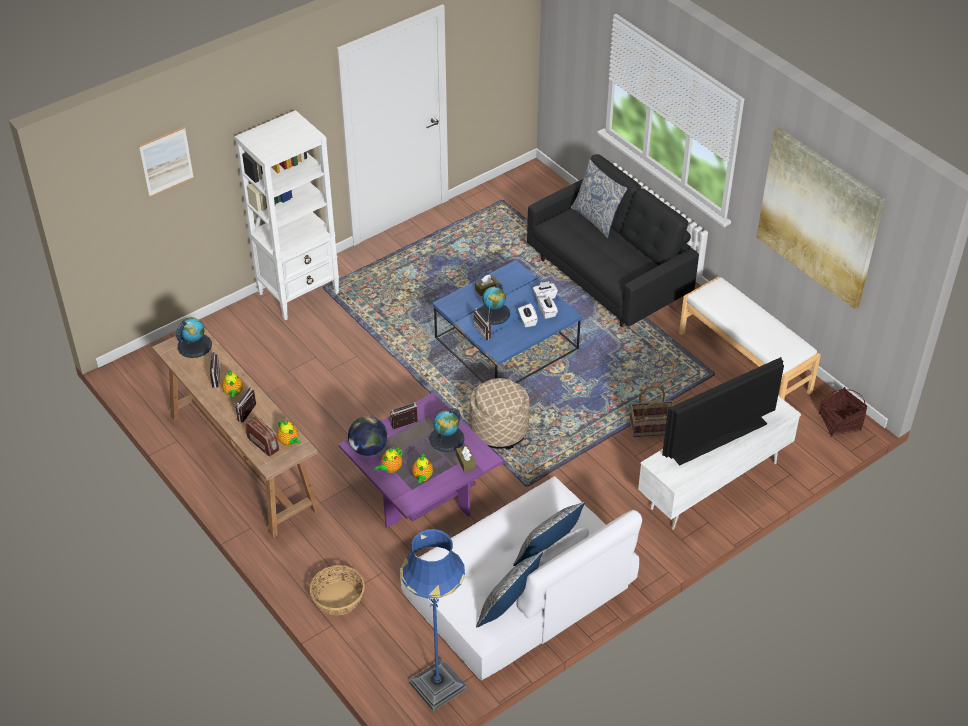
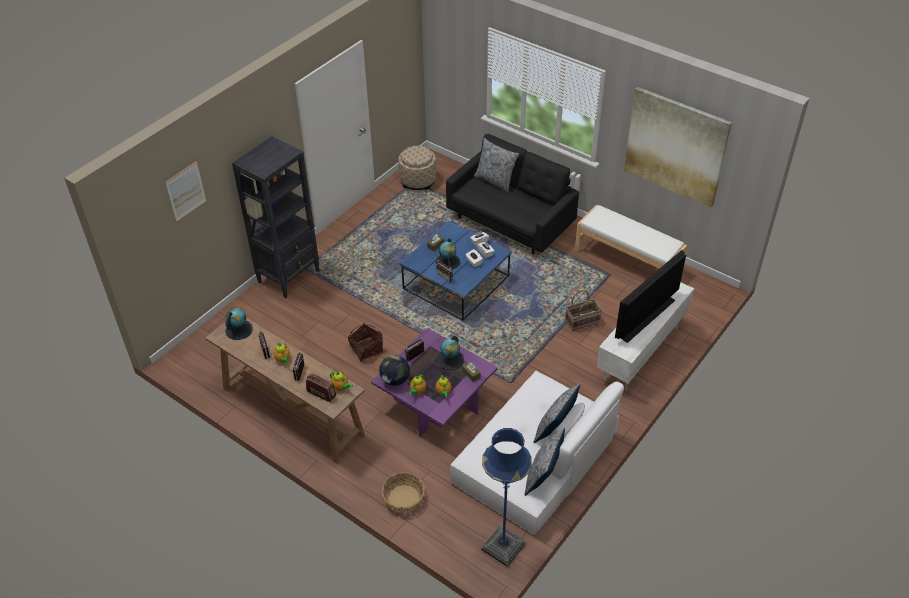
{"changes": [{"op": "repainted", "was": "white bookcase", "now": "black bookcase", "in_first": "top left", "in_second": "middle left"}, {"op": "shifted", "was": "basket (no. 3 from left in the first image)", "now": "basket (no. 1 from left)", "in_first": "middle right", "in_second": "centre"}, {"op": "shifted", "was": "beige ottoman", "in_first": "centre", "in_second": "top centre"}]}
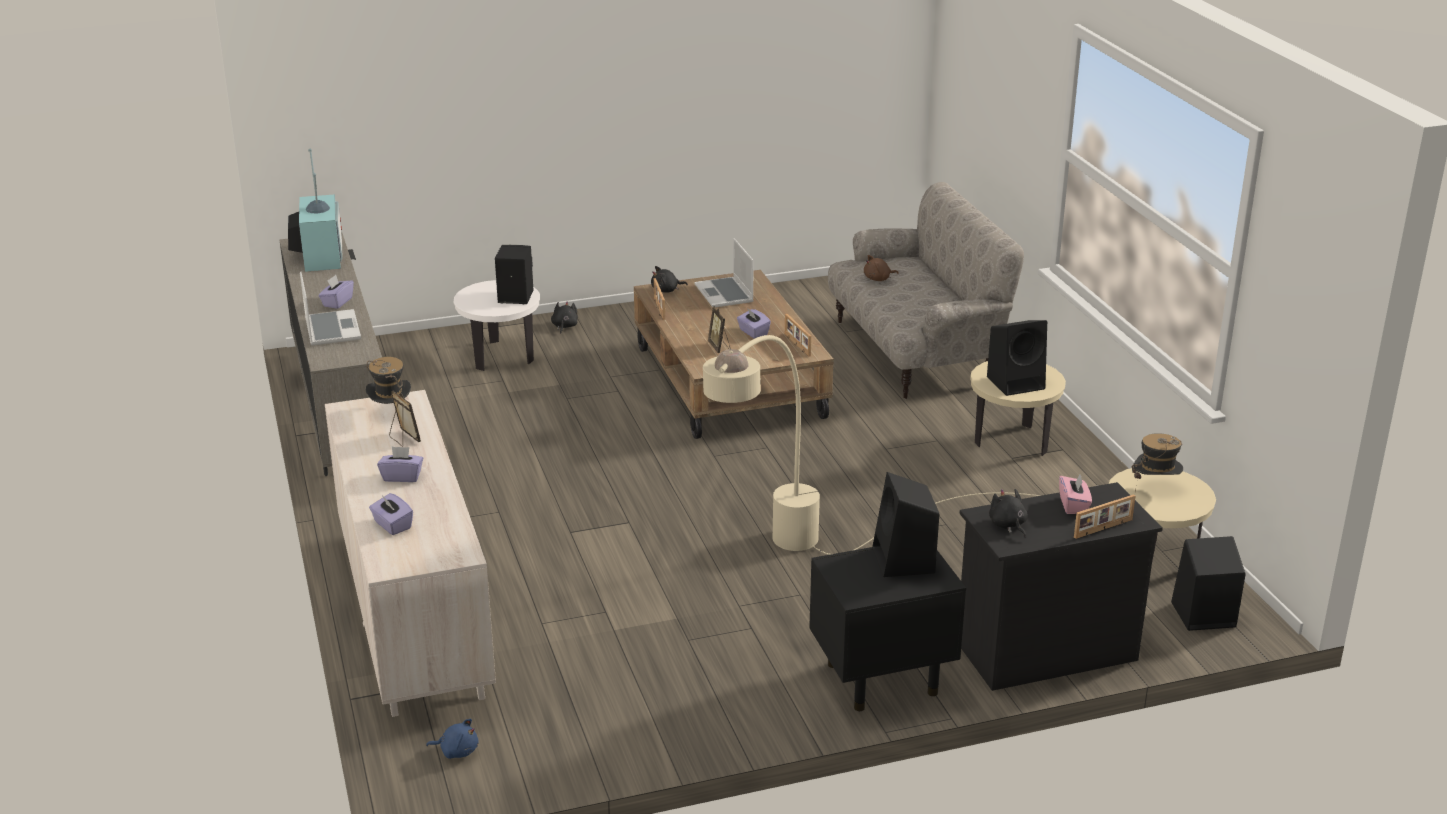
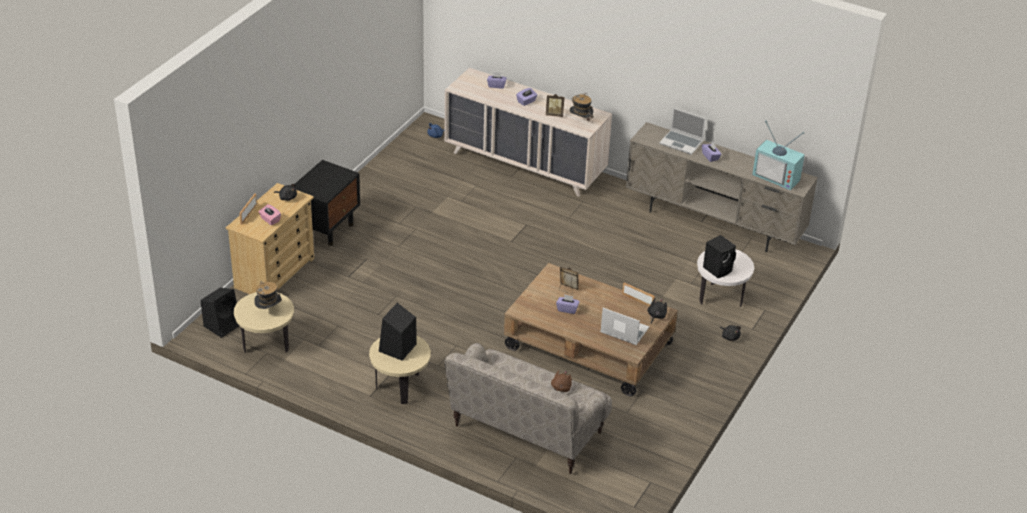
{"changes": [{"op": "repainted", "was": "black dresser", "now": "beige dresser (no. 1 from left)", "in_first": "bottom right", "in_second": "middle left"}, {"op": "gone", "was": "beige floor lamp", "in_first": "centre"}, {"op": "gone", "was": "picture frame (no. 4 from left)", "in_first": "centre"}, {"op": "gone", "was": "black speaker (no. 2 from left)", "in_first": "centre"}]}
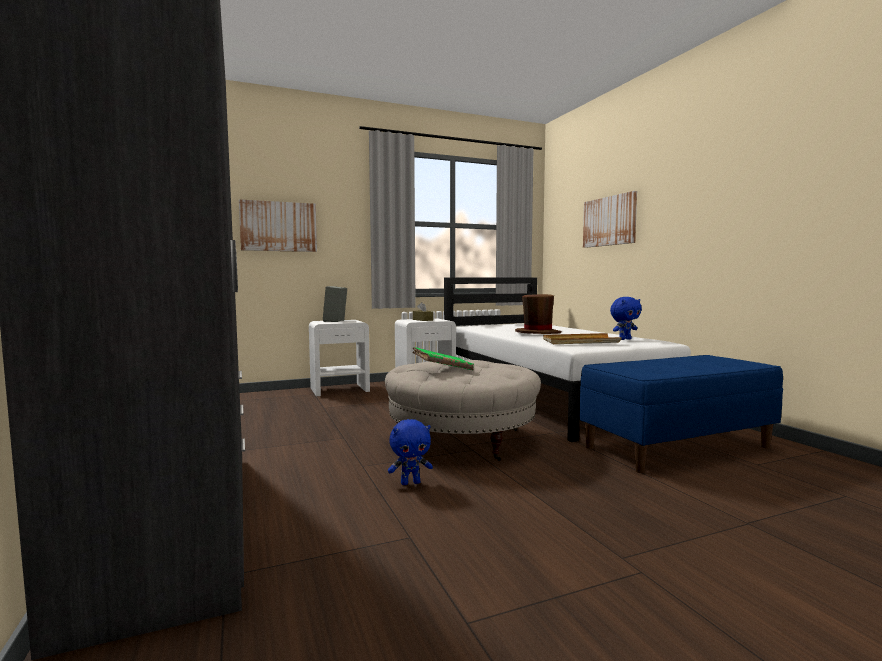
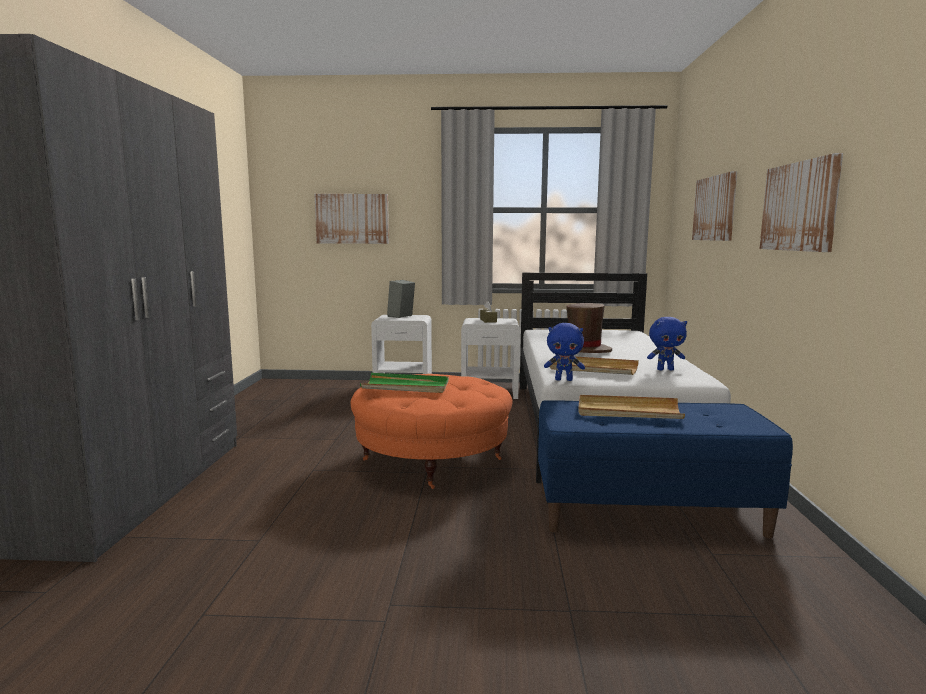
{"changes": [{"op": "repainted", "was": "beige ottoman", "now": "orange ottoman", "in_first": "centre", "in_second": "centre"}, {"op": "swapped", "was": "green book", "now": "green tray", "in_first": "centre", "in_second": "centre"}, {"op": "shifted", "was": "blue plush toy (no. 1 from left)", "in_first": "bottom centre", "in_second": "centre"}, {"op": "new", "now": "beige tray (no. 2 from left)", "in_second": "middle right"}, {"op": "new", "now": "picture (no. 3 from left)", "in_second": "top right"}]}
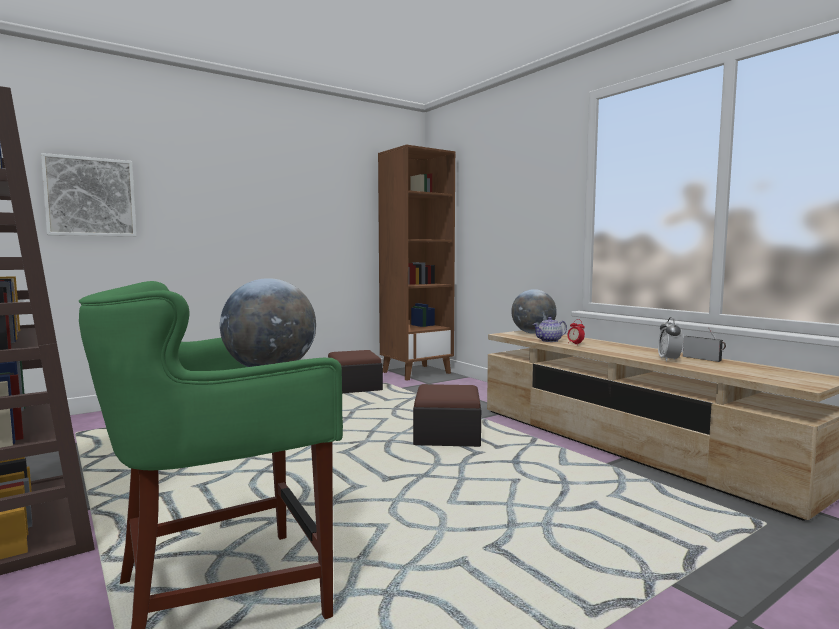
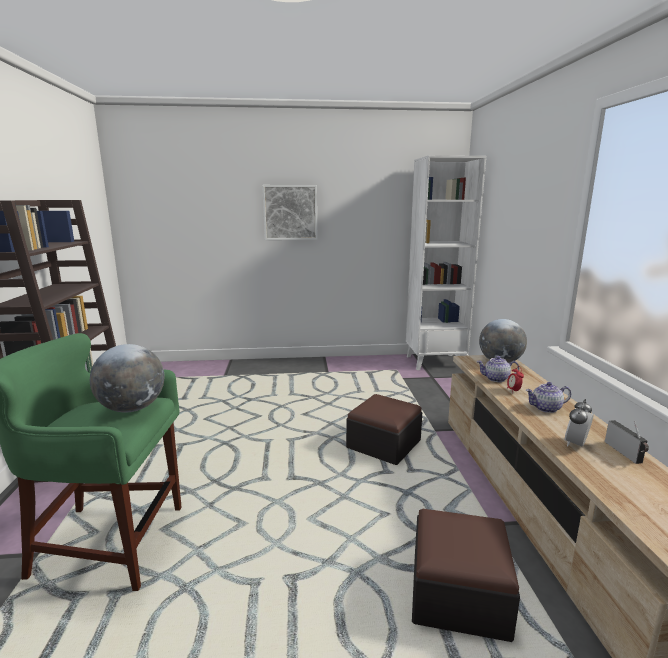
{"changes": [{"op": "shifted", "was": "picture", "in_first": "top left", "in_second": "top centre"}, {"op": "repainted", "was": "brown bookcase (no. 2 from left)", "now": "white bookcase", "in_first": "centre", "in_second": "middle right"}, {"op": "shifted", "was": "ottoman (no. 1 from left in the first image)", "now": "ottoman (no. 2 from left)", "in_first": "centre", "in_second": "bottom right"}, {"op": "new", "now": "teapot (no. 2 from left)", "in_second": "middle right"}]}
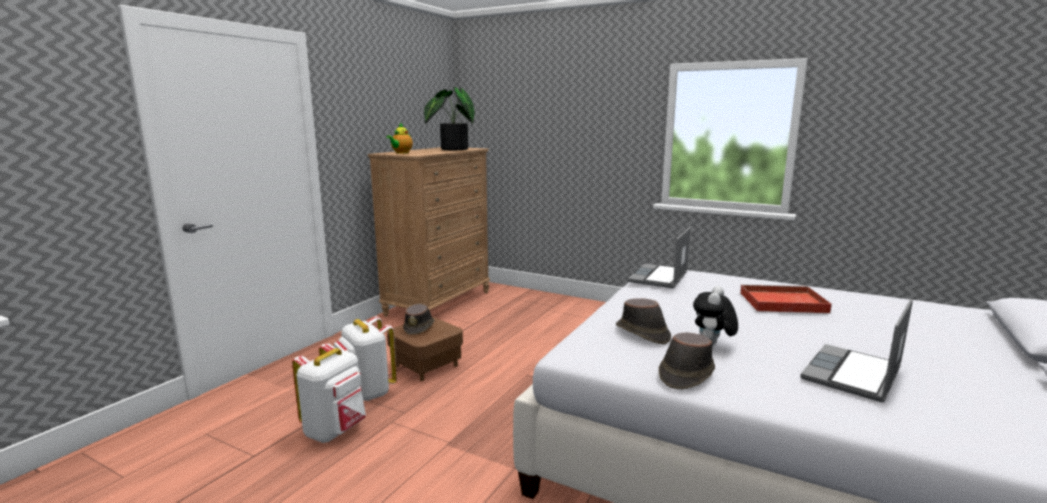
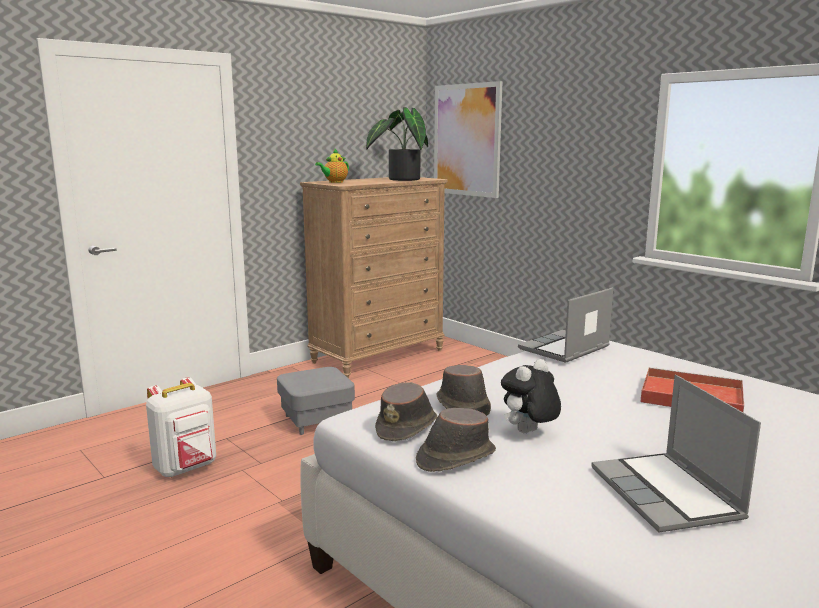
{"changes": [{"op": "repainted", "was": "brown ottoman", "now": "grey ottoman", "in_first": "bottom centre", "in_second": "centre"}, {"op": "shifted", "was": "brown hat (no. 1 from left)", "in_first": "centre", "in_second": "bottom centre"}, {"op": "new", "now": "picture", "in_second": "top centre"}, {"op": "rotated", "was": "laptop (no. 2 from left)", "in_first": "bottom right", "in_second": "bottom right", "clockwise": -75}, {"op": "gone", "was": "white backpack (no. 2 from left)", "in_first": "bottom centre"}]}
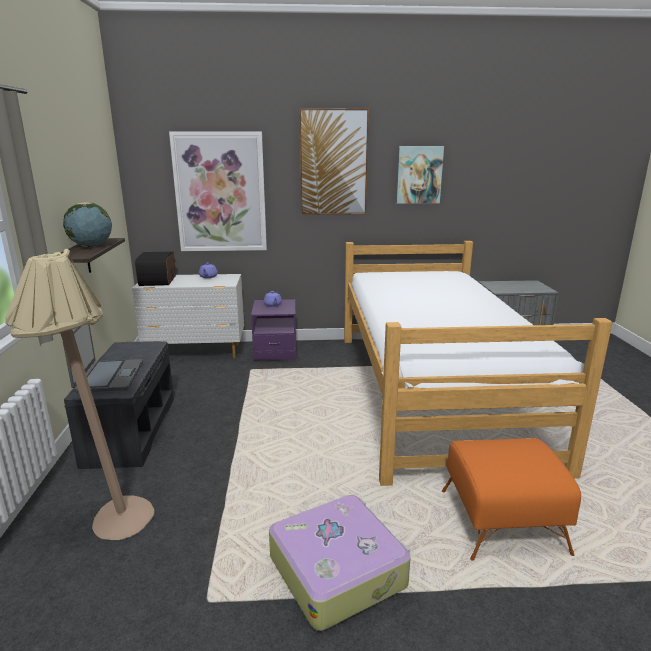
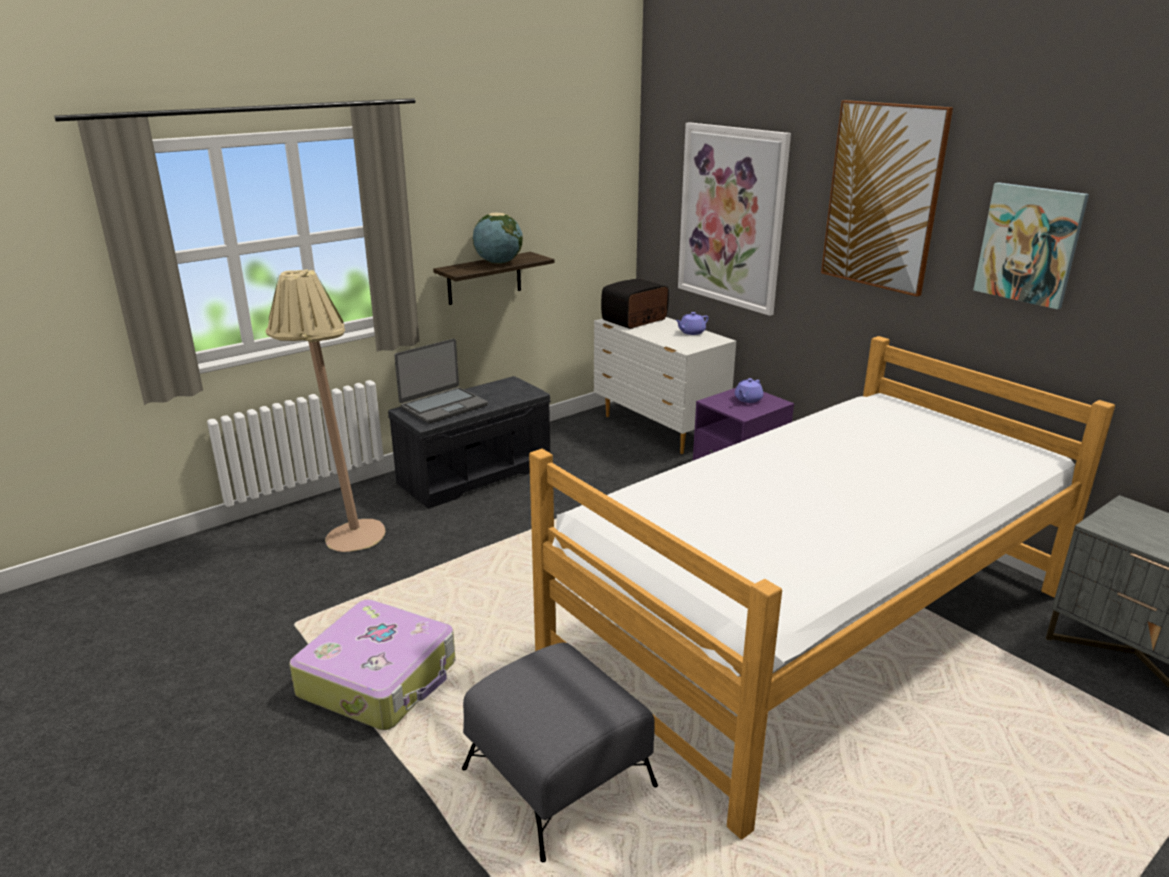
{"changes": [{"op": "repainted", "was": "orange ottoman", "now": "grey ottoman", "in_first": "bottom right", "in_second": "bottom centre"}]}
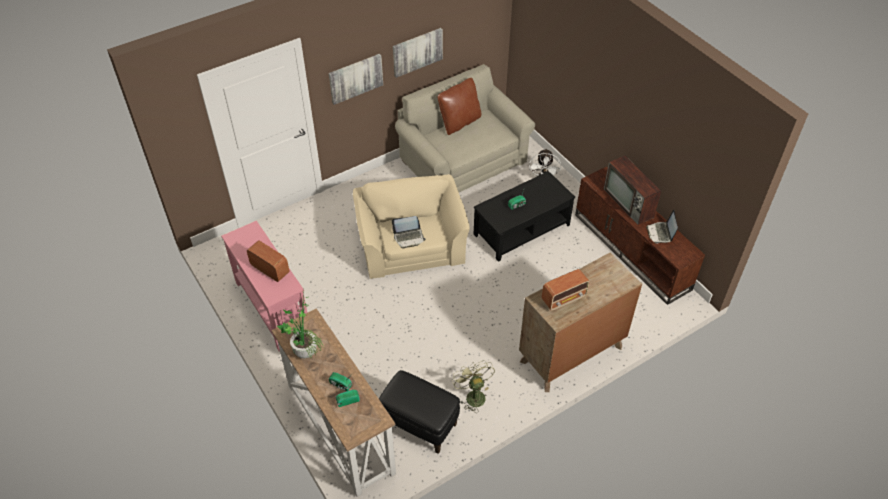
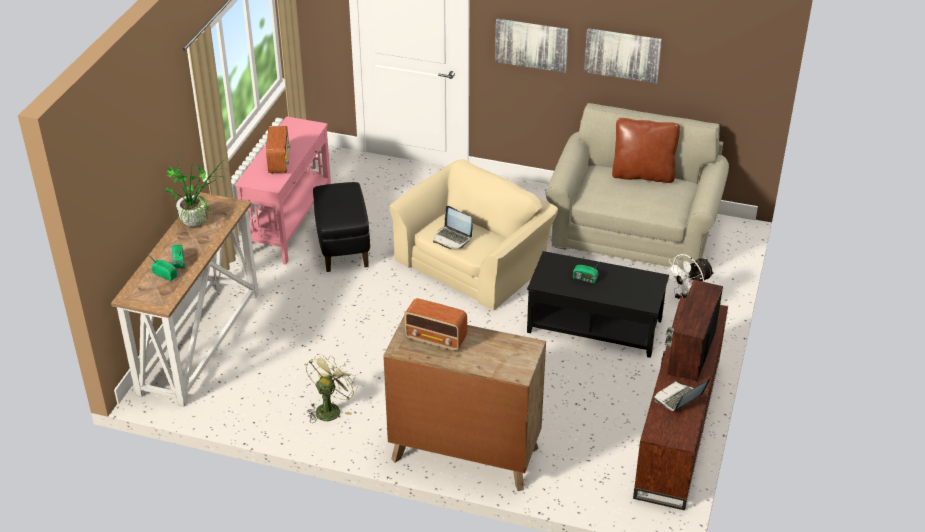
{"changes": [{"op": "shifted", "was": "black ottoman", "in_first": "bottom centre", "in_second": "centre"}]}
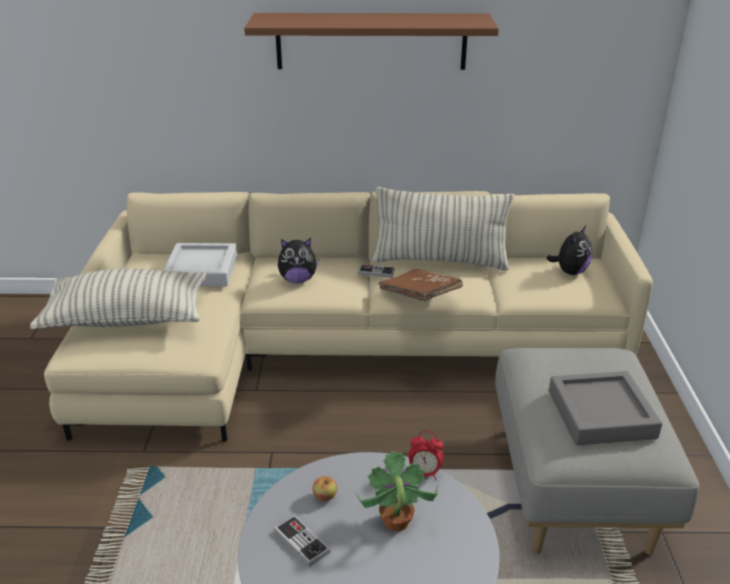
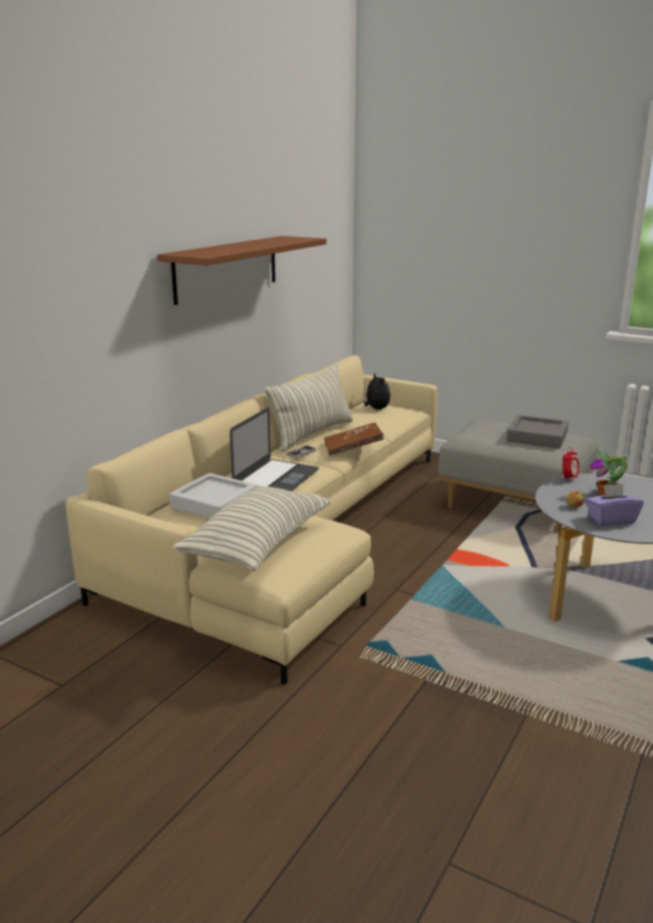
{"changes": [{"op": "swapped", "was": "plush toy (no. 1 from left)", "now": "laptop", "in_first": "centre", "in_second": "centre"}, {"op": "swapped", "was": "game controller (no. 1 from left)", "now": "purple tissue box", "in_first": "bottom centre", "in_second": "middle right"}]}
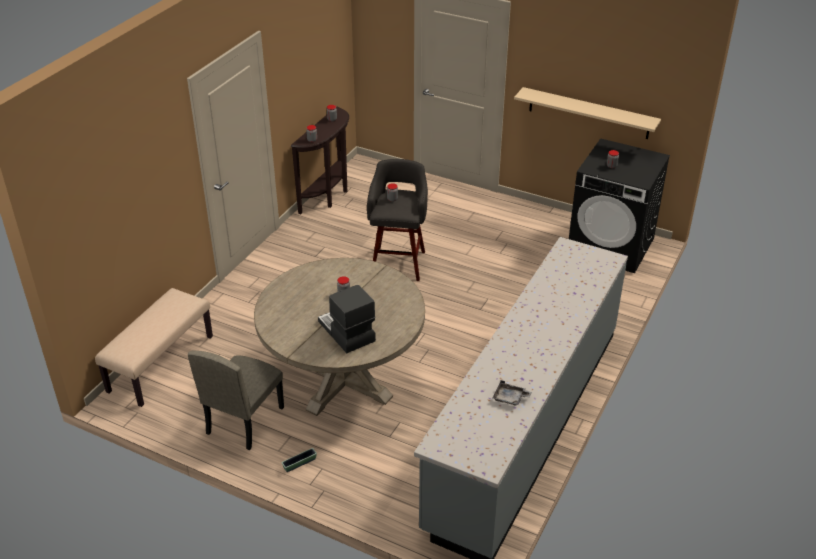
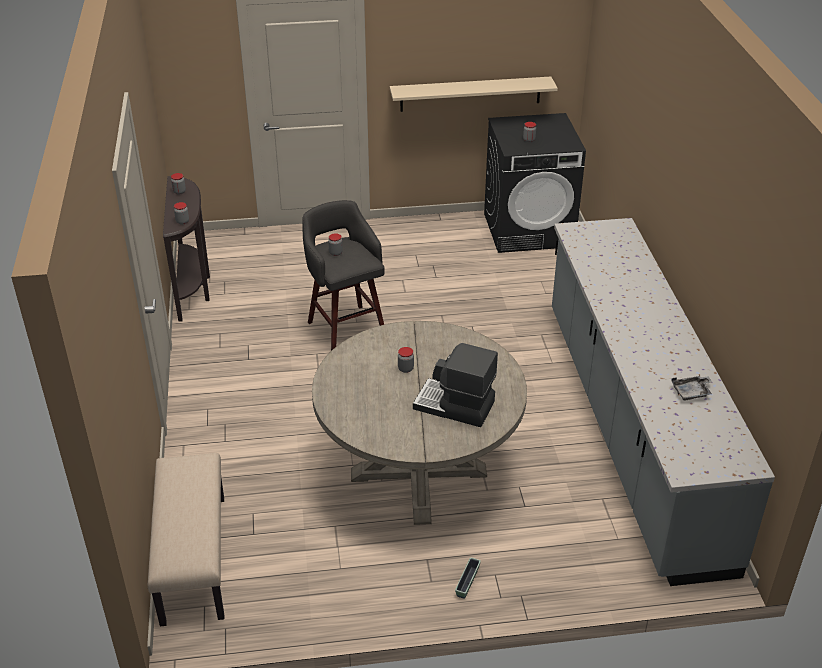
{"changes": [{"op": "gone", "was": "beige chair", "in_first": "bottom left"}]}
